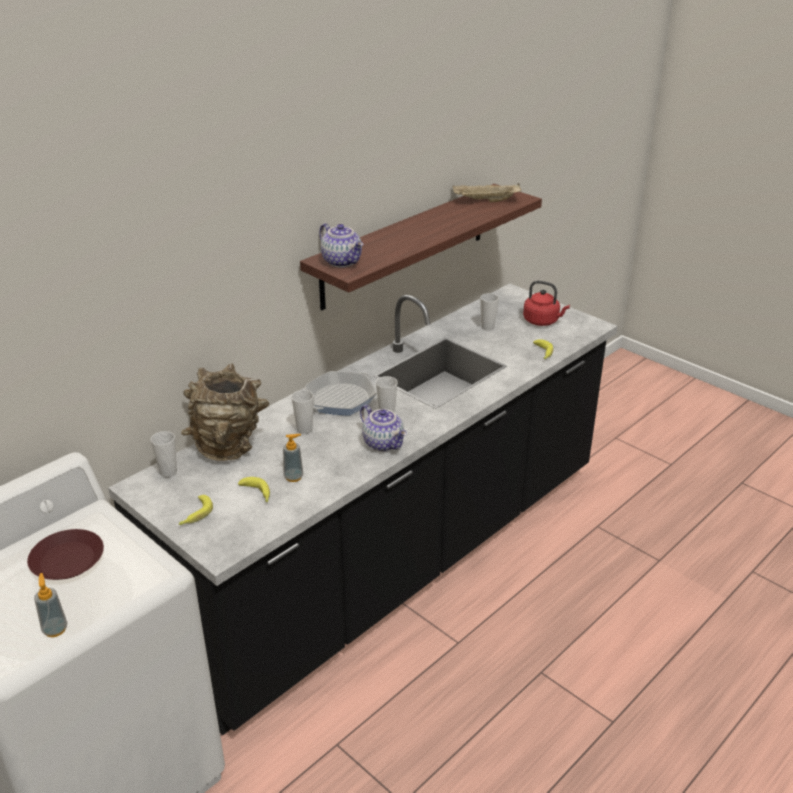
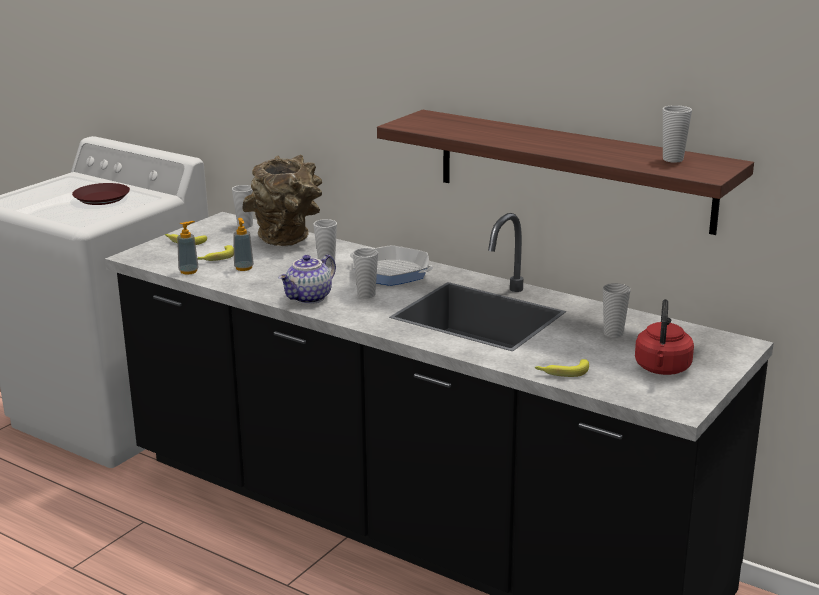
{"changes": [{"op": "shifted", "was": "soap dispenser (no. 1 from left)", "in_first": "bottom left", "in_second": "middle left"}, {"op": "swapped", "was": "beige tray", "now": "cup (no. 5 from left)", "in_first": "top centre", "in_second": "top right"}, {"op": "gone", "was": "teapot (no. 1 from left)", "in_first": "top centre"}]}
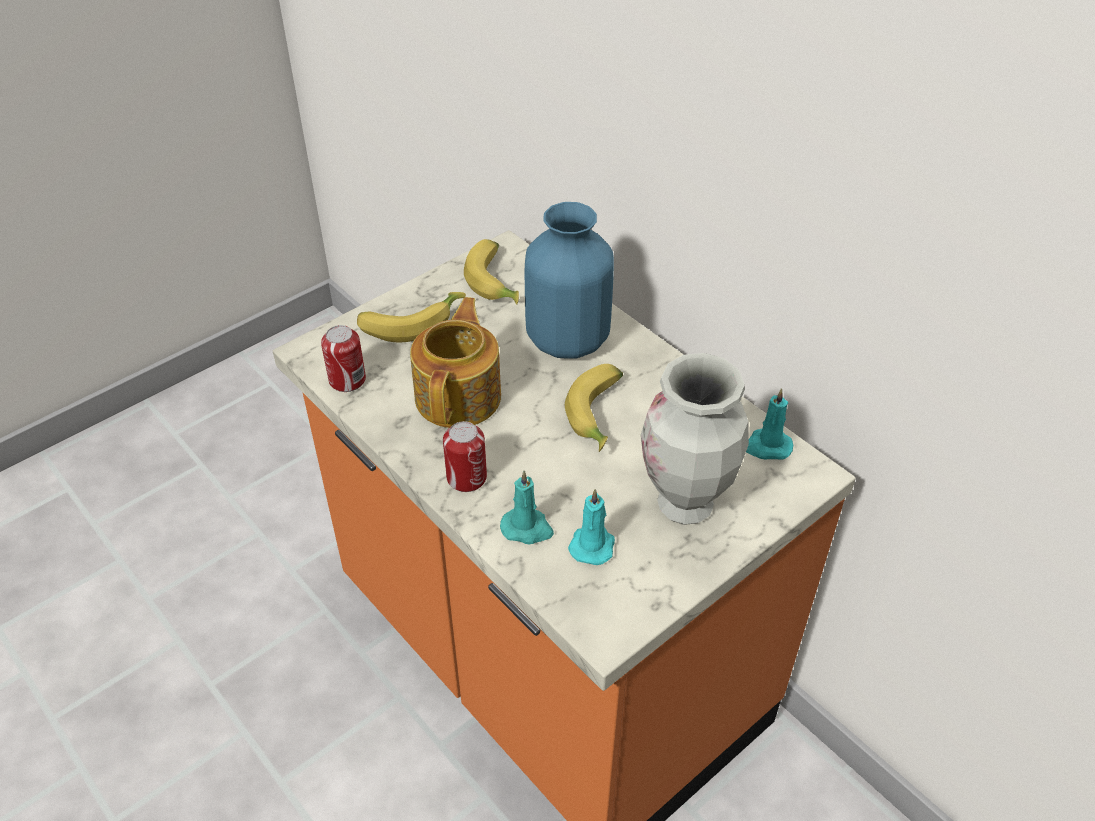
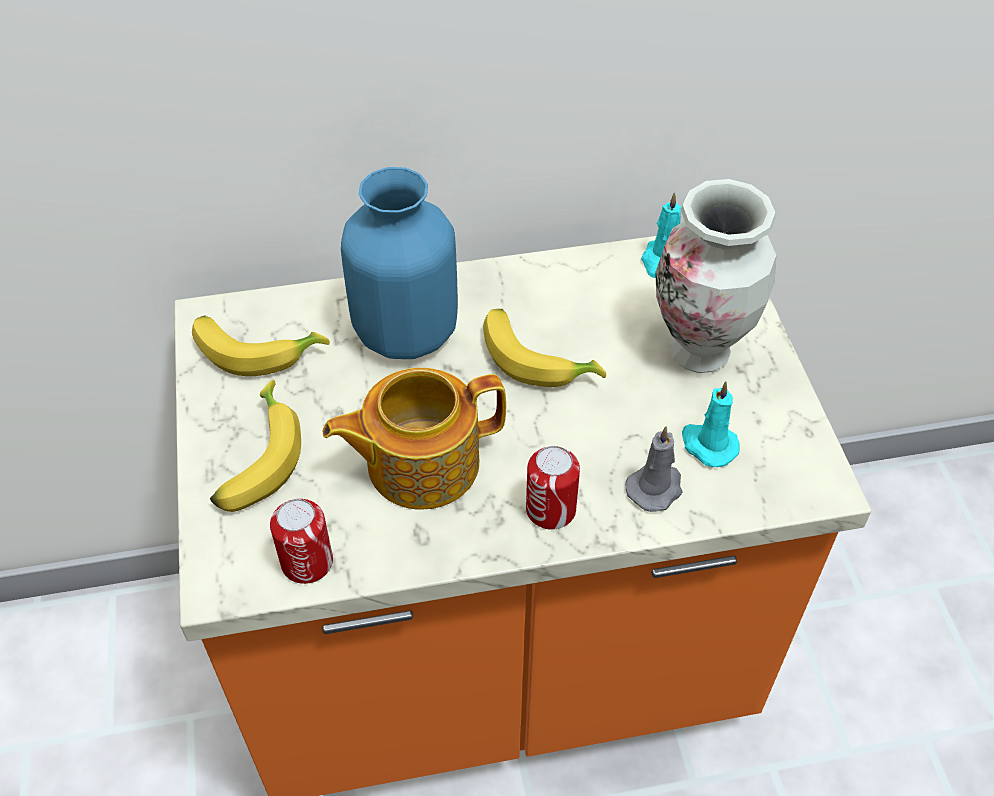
{"changes": [{"op": "rotated", "was": "teapot", "in_first": "centre", "in_second": "centre", "clockwise": -60}, {"op": "repainted", "was": "turquoise candle (no. 1 from left)", "now": "grey candle", "in_first": "centre", "in_second": "centre"}]}
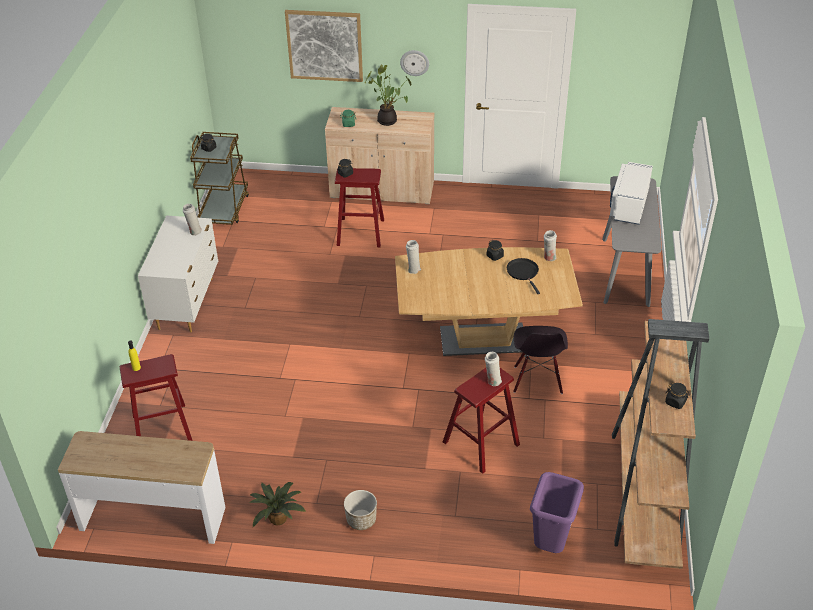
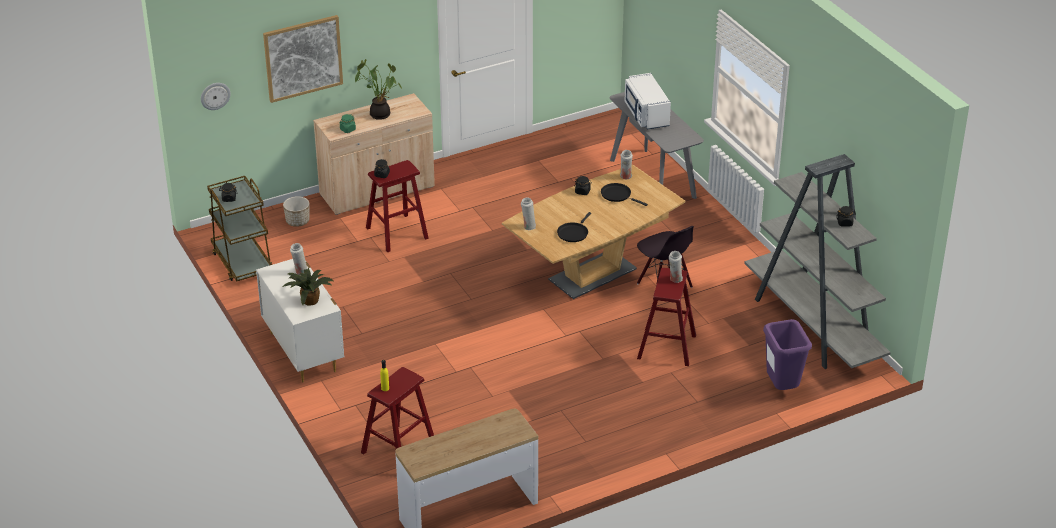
{"changes": [{"op": "shifted", "was": "wall clock", "in_first": "top centre", "in_second": "top left"}, {"op": "shifted", "was": "planter", "in_first": "bottom centre", "in_second": "middle left"}, {"op": "shifted", "was": "potted plant (no. 1 from left)", "in_first": "bottom centre", "in_second": "middle left"}, {"op": "new", "now": "black frying pan (no. 1 from left)", "in_second": "centre"}, {"op": "repainted", "was": "brown bookcase", "now": "grey bookcase", "in_first": "bottom right", "in_second": "middle right"}]}
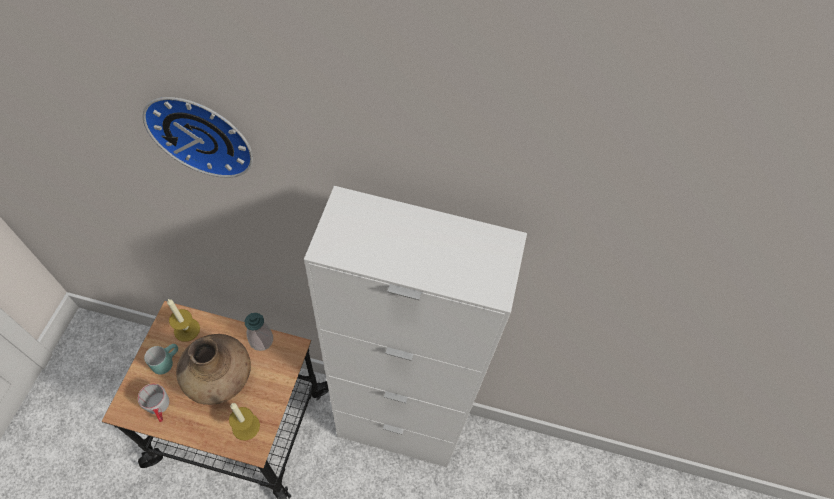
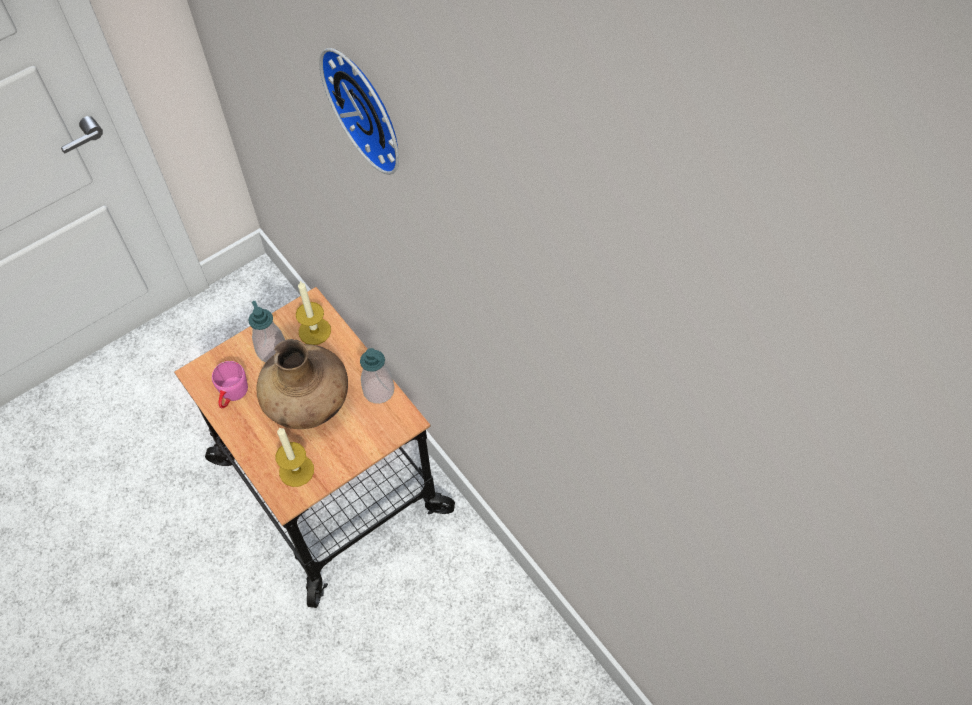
{"changes": [{"op": "repainted", "was": "grey mug", "now": "pink mug", "in_first": "bottom left", "in_second": "middle left"}, {"op": "swapped", "was": "turquoise mug", "now": "soap dispenser (no. 1 from left)", "in_first": "bottom left", "in_second": "middle left"}, {"op": "gone", "was": "white cabinet", "in_first": "centre"}]}
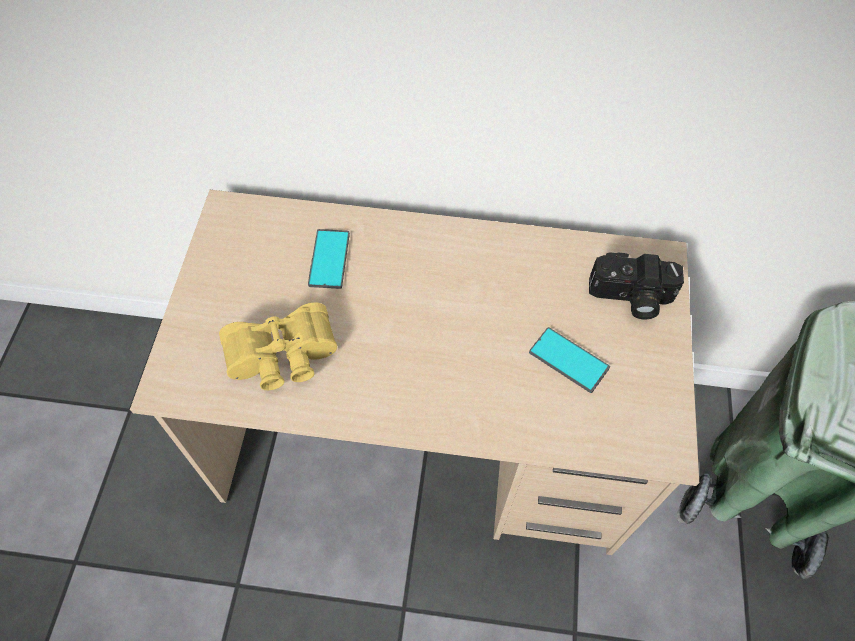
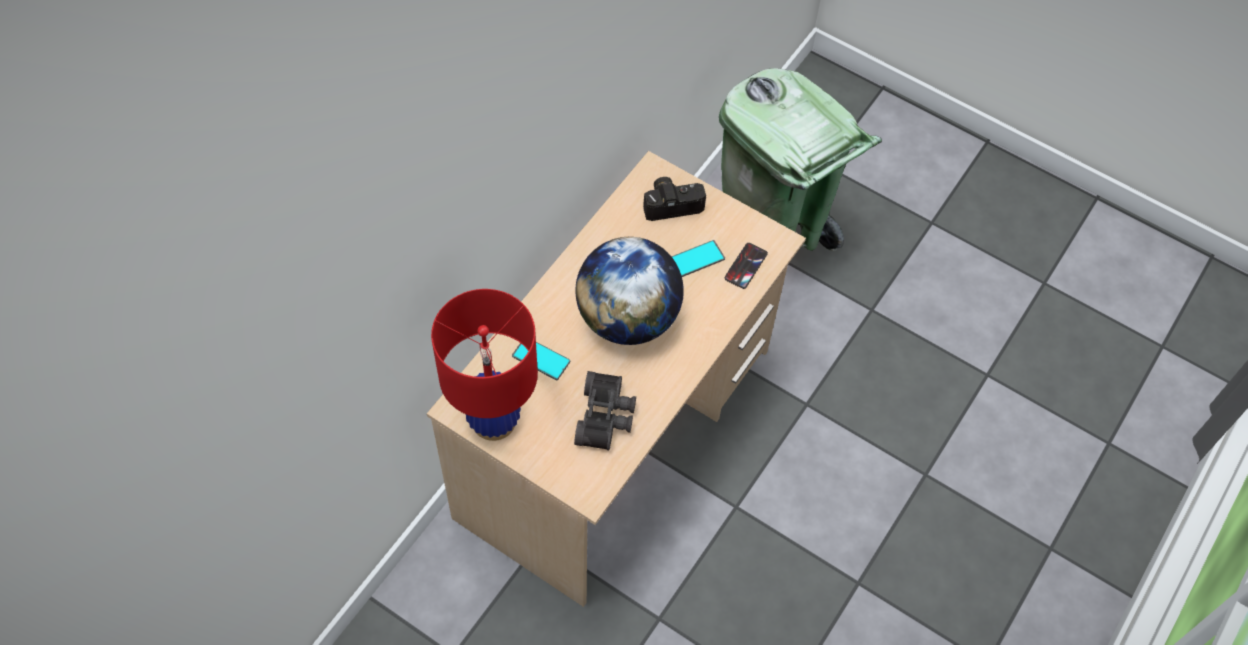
{"changes": [{"op": "new", "now": "red table lamp", "in_second": "centre"}, {"op": "repainted", "was": "yellow binoculars", "now": "black binoculars", "in_first": "middle left", "in_second": "centre"}, {"op": "new", "now": "globe", "in_second": "centre"}, {"op": "rotated", "was": "photo camera", "in_first": "middle right", "in_second": "top centre", "clockwise": -135}, {"op": "new", "now": "phone (no. 3 from left)", "in_second": "centre"}]}
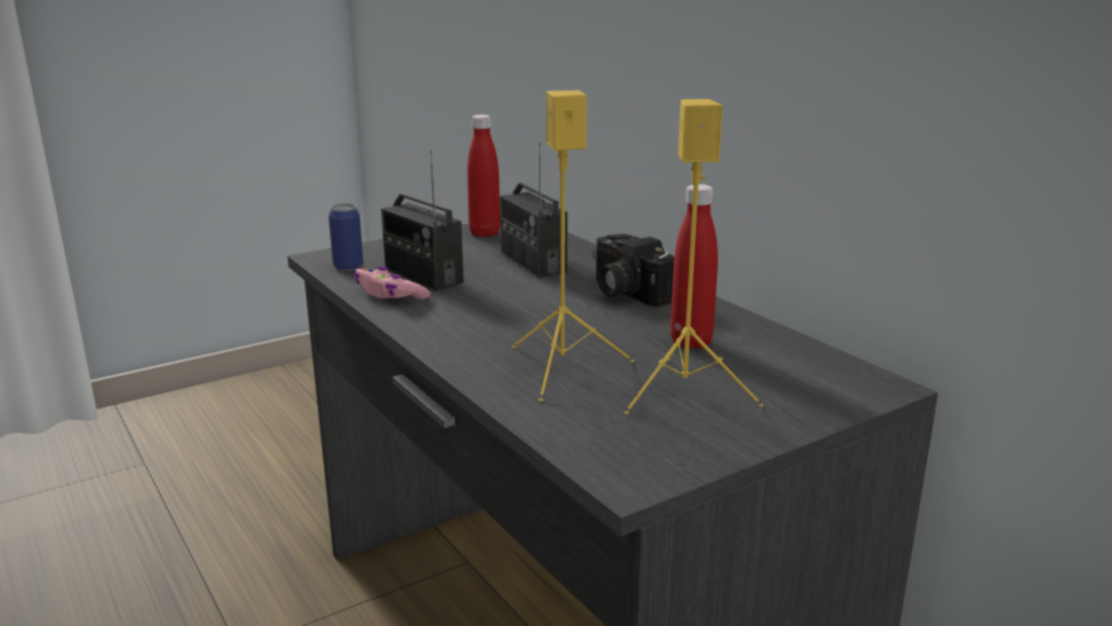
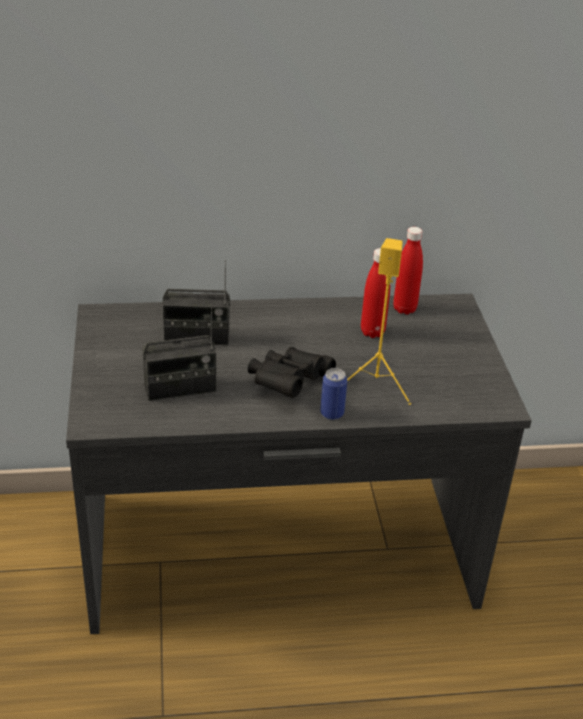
{"changes": [{"op": "new", "now": "black binoculars", "in_second": "centre"}, {"op": "shifted", "was": "can", "in_first": "middle left", "in_second": "centre"}, {"op": "shifted", "was": "red bottle (no. 1 from left in the first image)", "now": "red bottle (no. 2 from left)", "in_first": "top centre", "in_second": "middle right"}, {"op": "gone", "was": "pink game controller", "in_first": "centre"}, {"op": "gone", "was": "photo camera", "in_first": "centre"}, {"op": "gone", "was": "yellow speaker (no. 2 from left)", "in_first": "centre"}]}
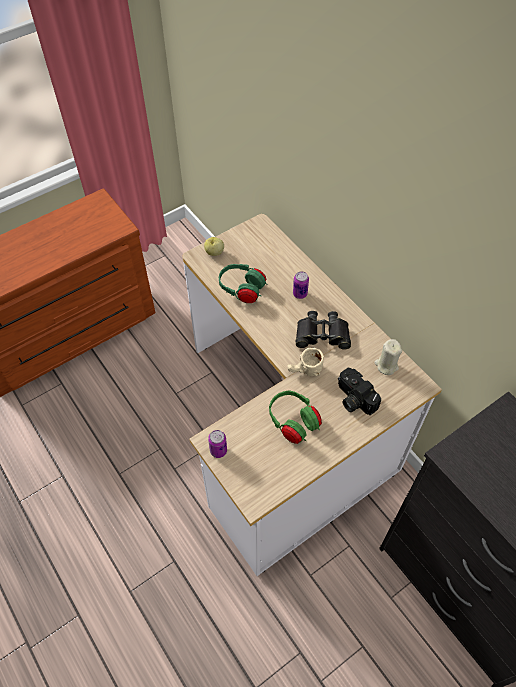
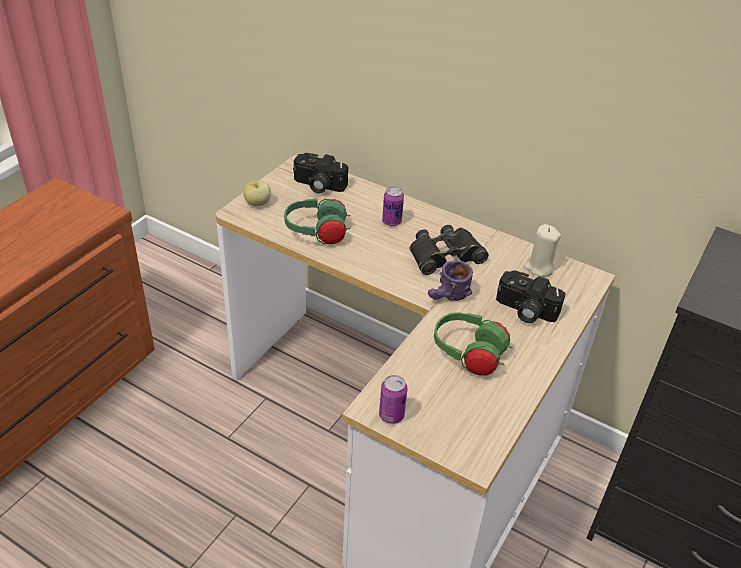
{"changes": [{"op": "new", "now": "photo camera (no. 1 from left)", "in_second": "top centre"}, {"op": "repainted", "was": "beige mug", "now": "purple mug", "in_first": "centre", "in_second": "centre"}]}
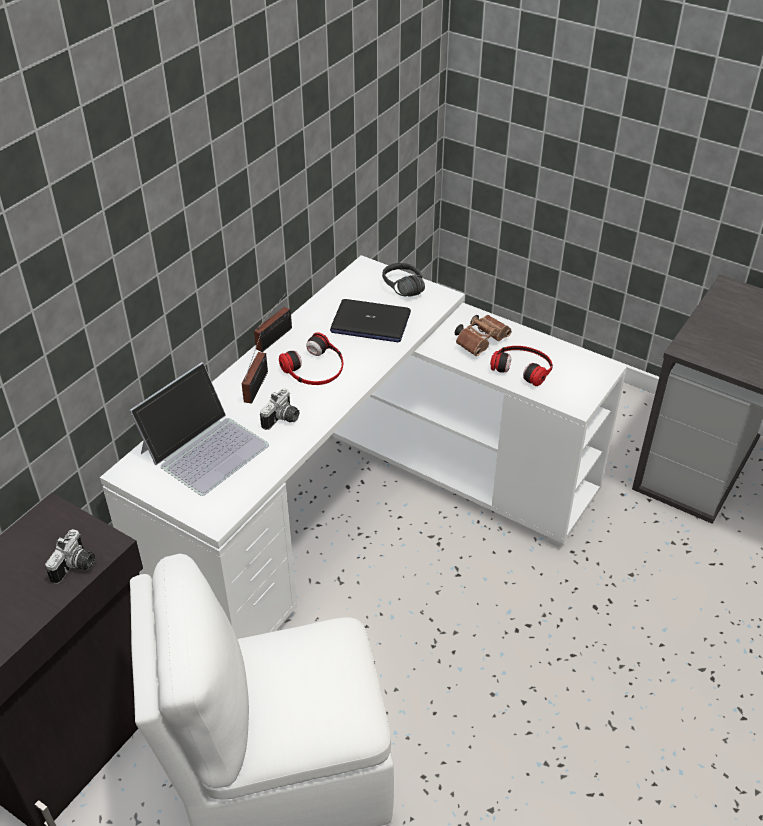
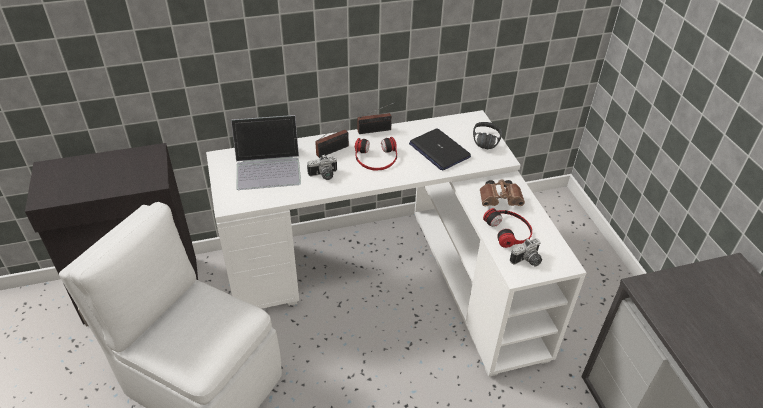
{"changes": [{"op": "shifted", "was": "photo camera (no. 1 from left in the first image)", "now": "photo camera (no. 2 from left)", "in_first": "bottom left", "in_second": "middle right"}]}
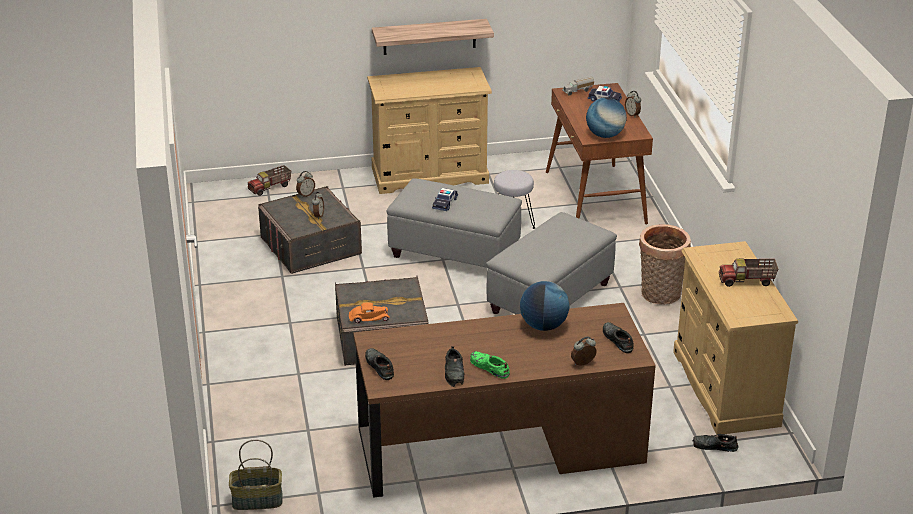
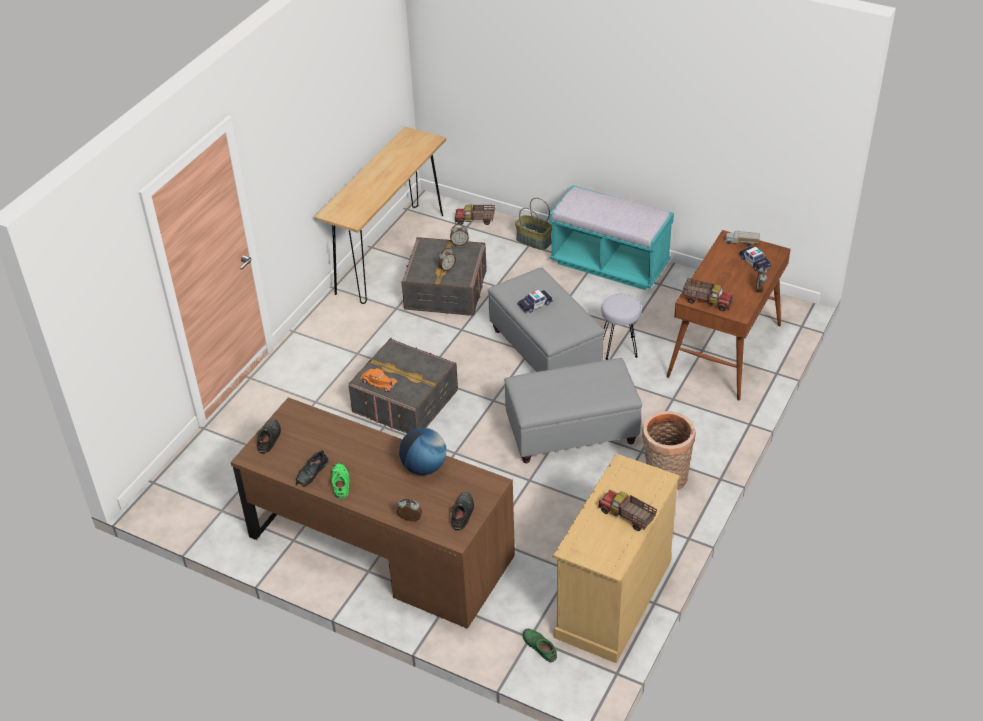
{"changes": [{"op": "new", "now": "brown console table", "in_second": "top centre"}, {"op": "shifted", "was": "basket (no. 1 from left)", "in_first": "bottom left", "in_second": "top centre"}, {"op": "repainted", "was": "black shoe (no. 4 from left)", "now": "green shoe (no. 2 from left)", "in_first": "bottom right", "in_second": "bottom centre"}, {"op": "swapped", "was": "beige dresser (no. 1 from left)", "now": "turquoise bench", "in_first": "top centre", "in_second": "top centre"}, {"op": "swapped", "was": "globe (no. 2 from left)", "now": "toy truck (no. 3 from left)", "in_first": "top centre", "in_second": "middle right"}, {"op": "gone", "was": "shelf", "in_first": "top centre"}]}
